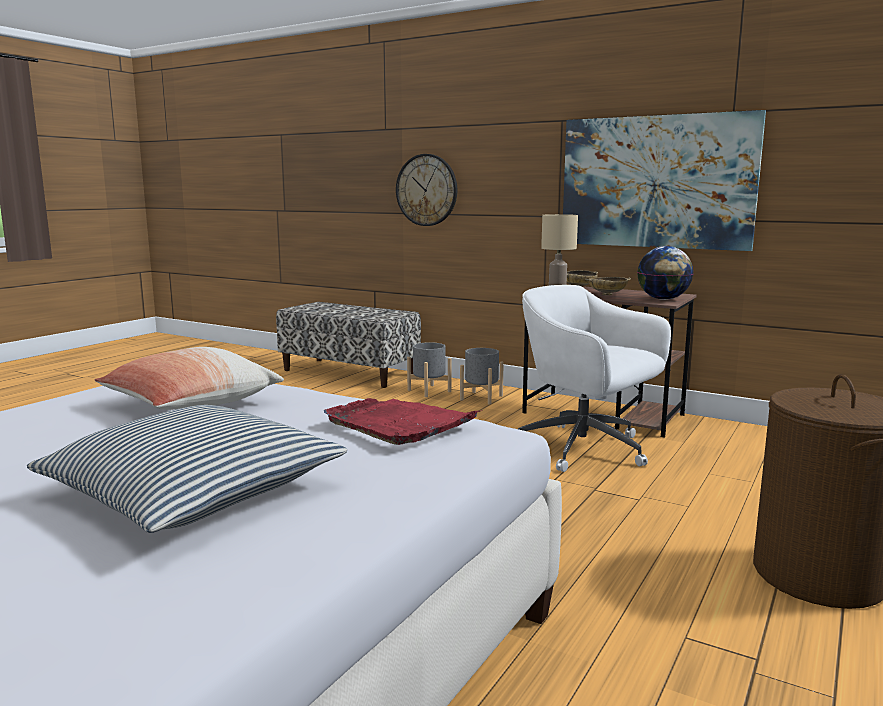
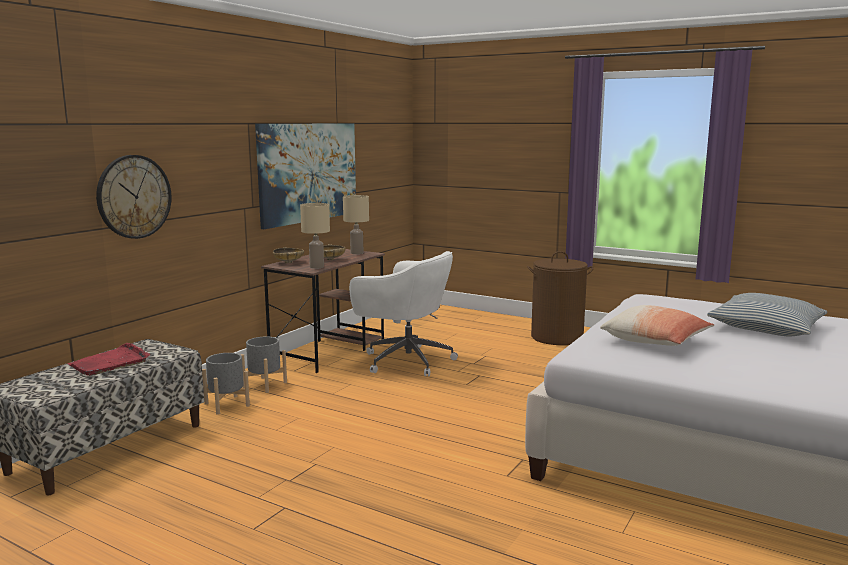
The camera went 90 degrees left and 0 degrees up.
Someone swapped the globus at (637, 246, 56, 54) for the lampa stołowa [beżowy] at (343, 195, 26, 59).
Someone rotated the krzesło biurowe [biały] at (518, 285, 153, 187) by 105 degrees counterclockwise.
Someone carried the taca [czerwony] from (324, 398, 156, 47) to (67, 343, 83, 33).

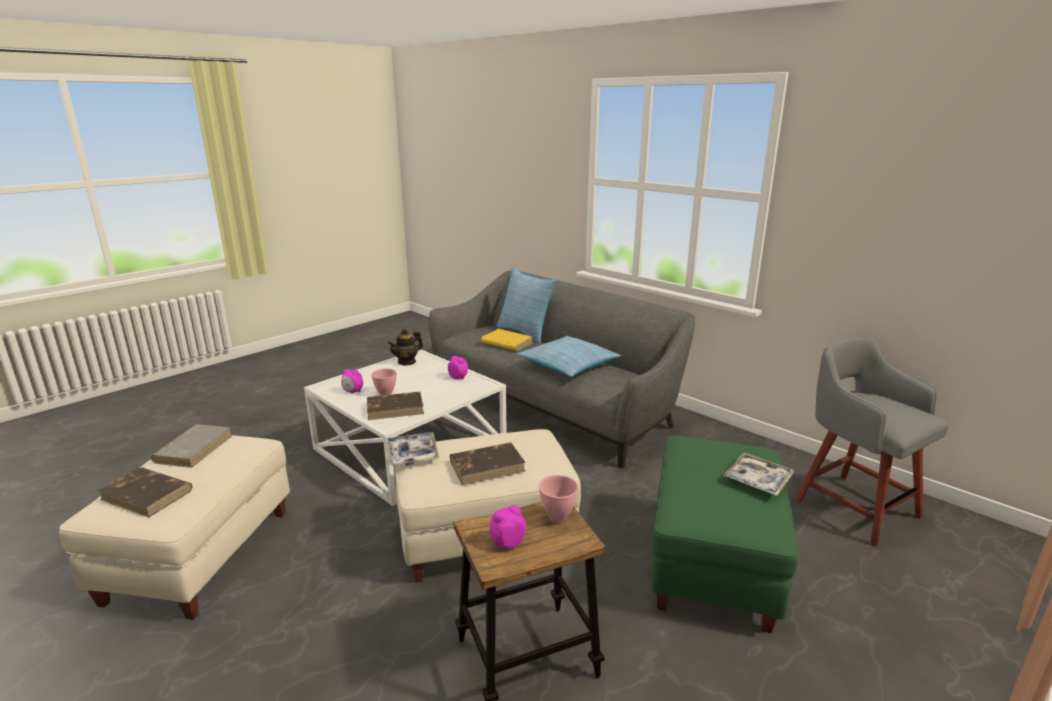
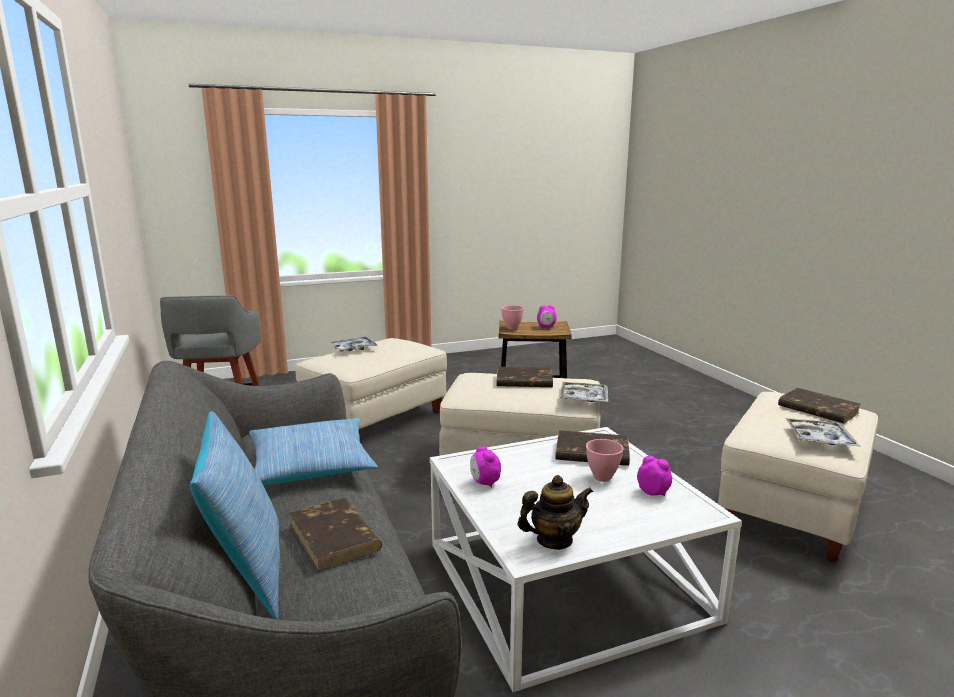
The camera went 155 degrees left and 5 degrees down.
Someone repainted the książka [żółty] at (481, 329, 51, 22), which became the książka [brązowy] at (289, 498, 93, 74).
Someone swapped the książka [szary] at (151, 424, 80, 44) for the taca at (785, 418, 76, 29).
Someone repainted the pufa [zielony] at (651, 435, 147, 198), which became the pufa [beżowy] at (295, 338, 152, 95).

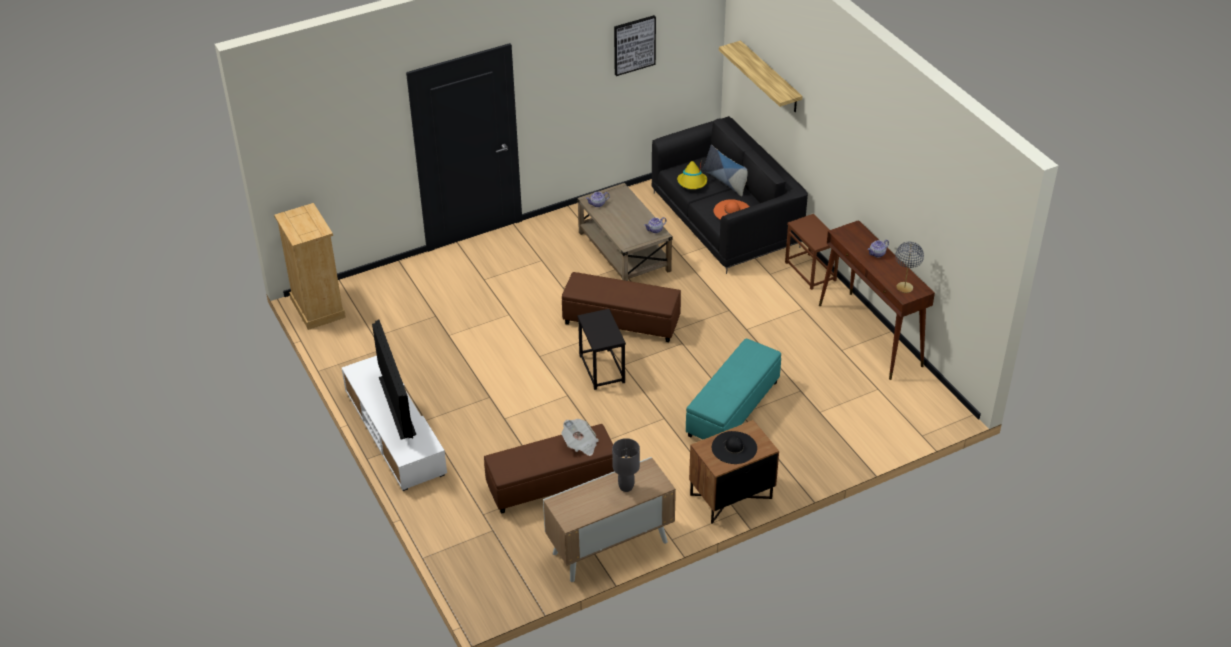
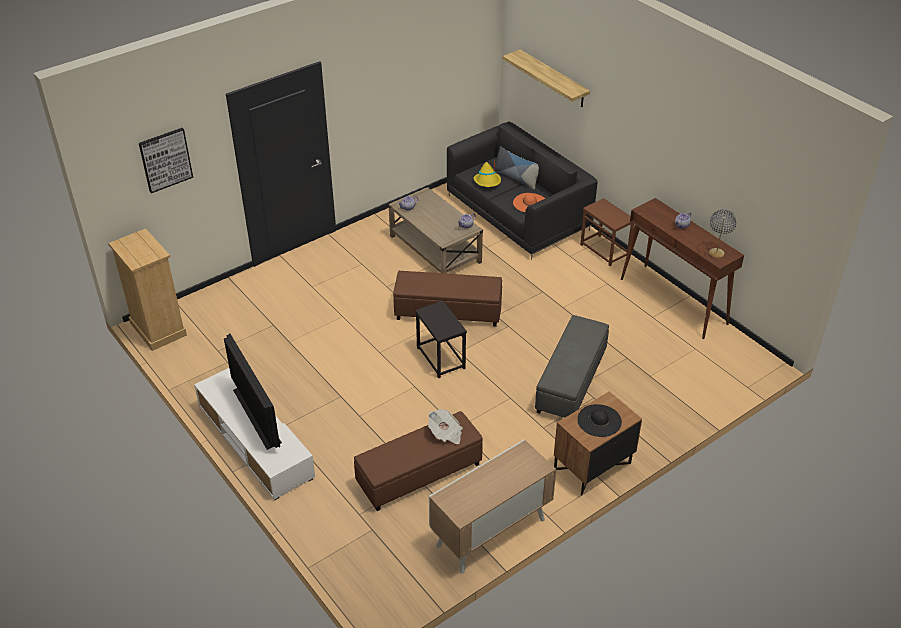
The camera went 10 degrees left and 0 degrees up.
Someone carried the obraz from (614, 15, 42, 61) to (139, 128, 54, 65).
Someone repainted the pufa [turkusowy] at (686, 338, 95, 102), which became the pufa [szary] at (535, 315, 74, 103).
Someone took away the lampa stołowa [szary] at (612, 438, 28, 54).

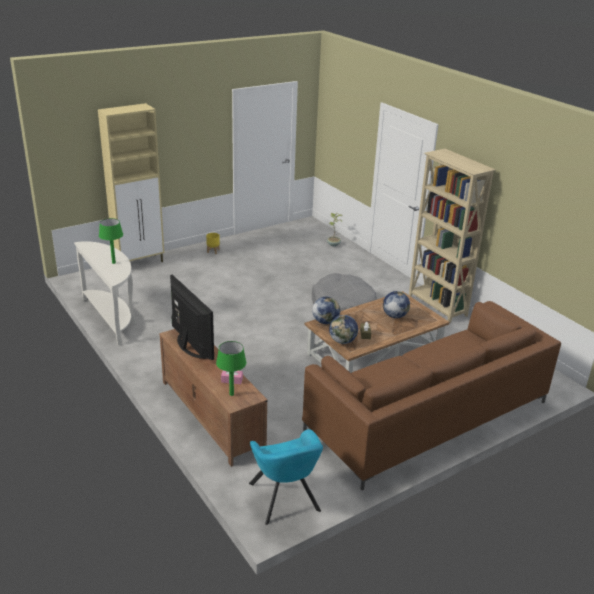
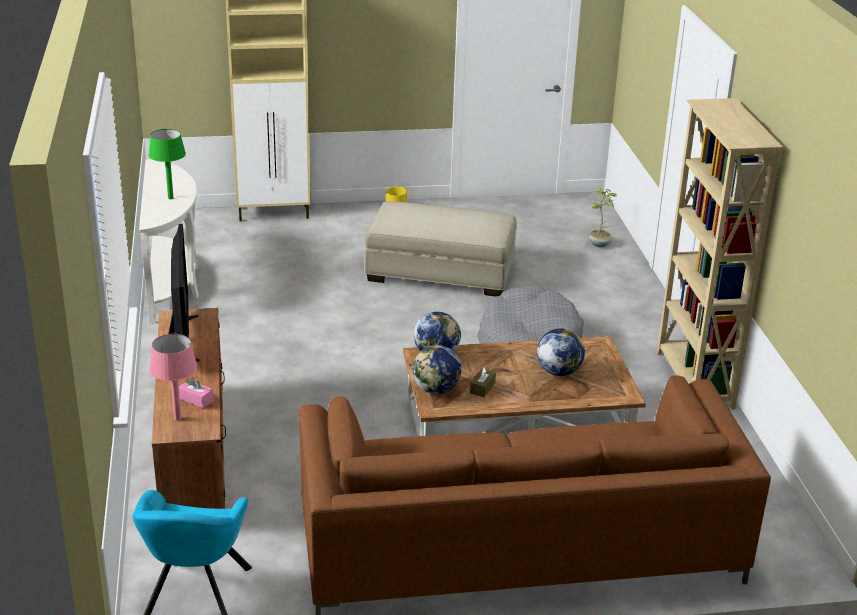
The camera went 25 degrees right and 0 degrees up.
Someone repainted the lampa stołowa [zielony] at (216, 341, 31, 55), which became the lampa stołowa [różowy] at (149, 334, 48, 87).
Someone put down the pufa [beżowy] at (365, 201, 152, 96).

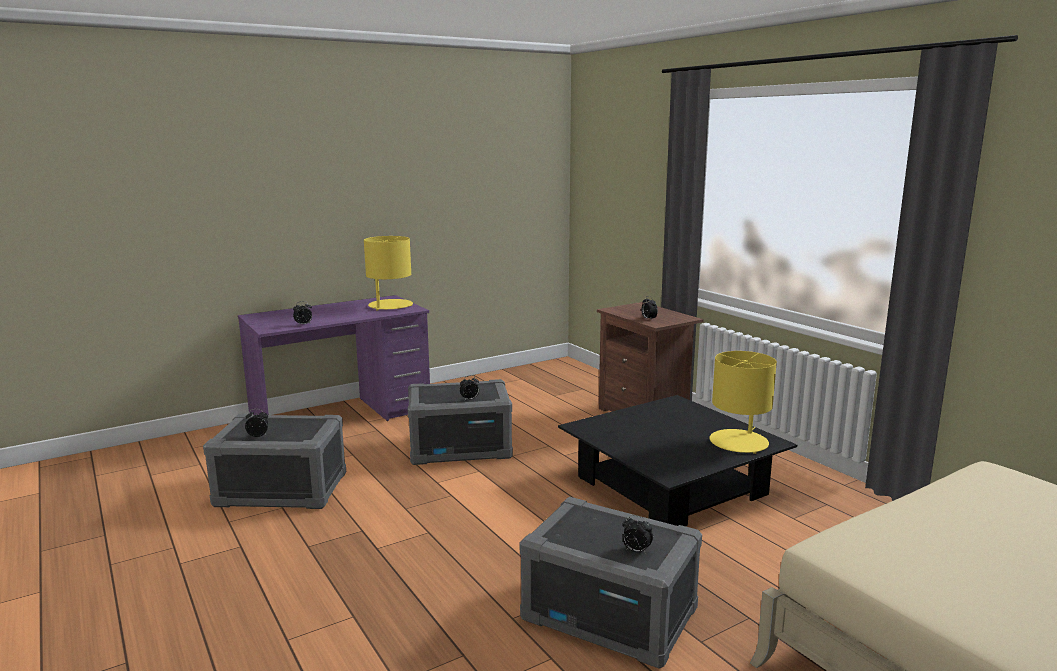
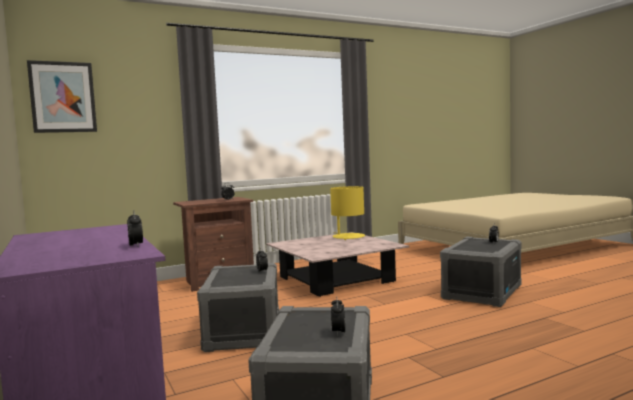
The camera went 85 degrees left and 10 degrees down.
Someone took away the lampa stołowa [żółty] at (364, 236, 49, 74).
Someone repainted the ława [czarny] at (558, 395, 239, 131), which became the ława [różowy] at (266, 232, 143, 65).
Someone put up the obraz at (27, 60, 70, 73).

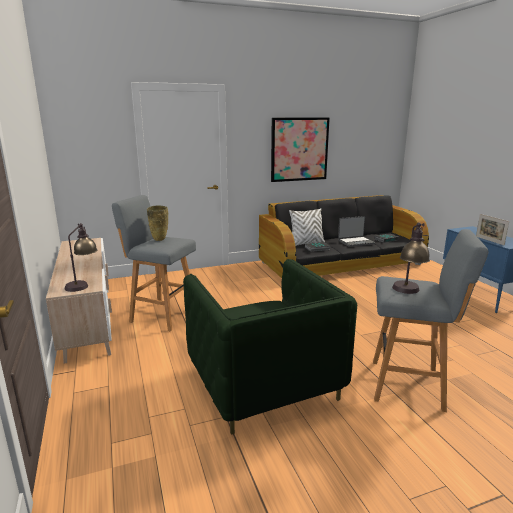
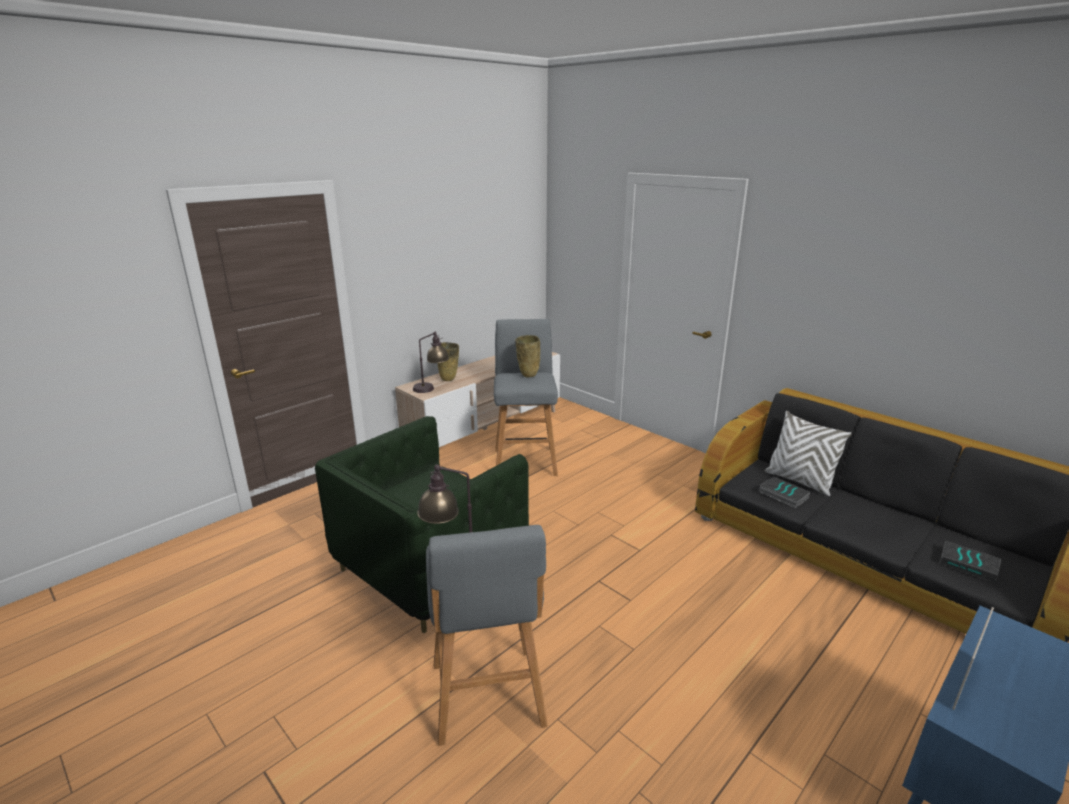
The camera went 65 degrees right and 5 degrees up.
Someone took away the obraz at (271, 118, 59, 64).
Someone took away the laptop at (338, 216, 37, 31).
Someone put down the wazon [beżowy] at (437, 342, 22, 39).

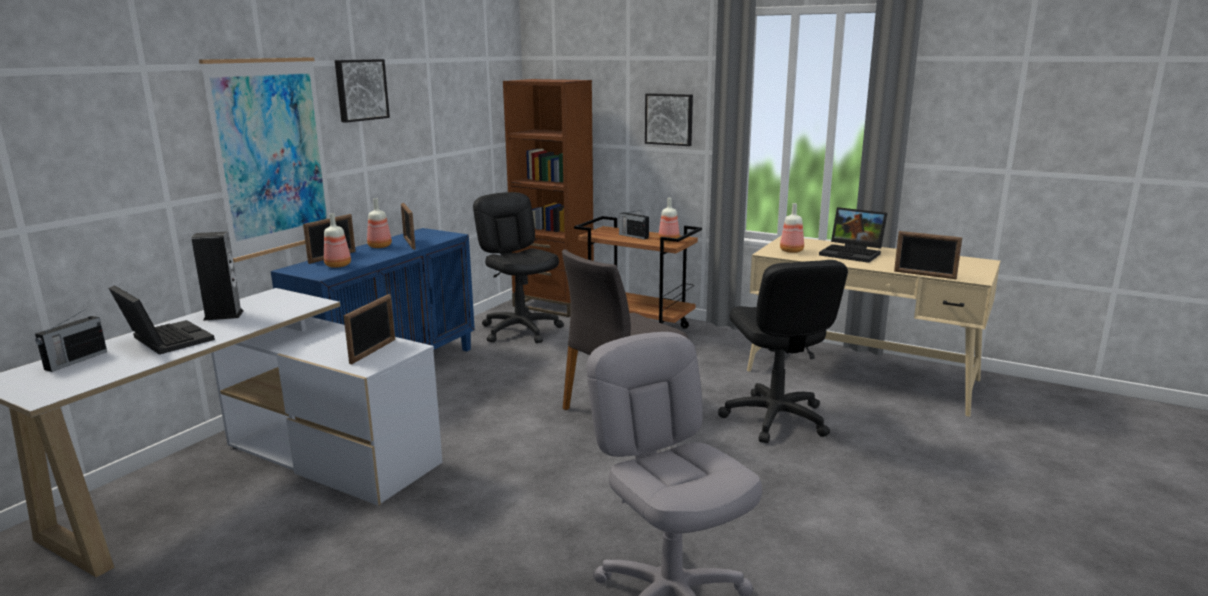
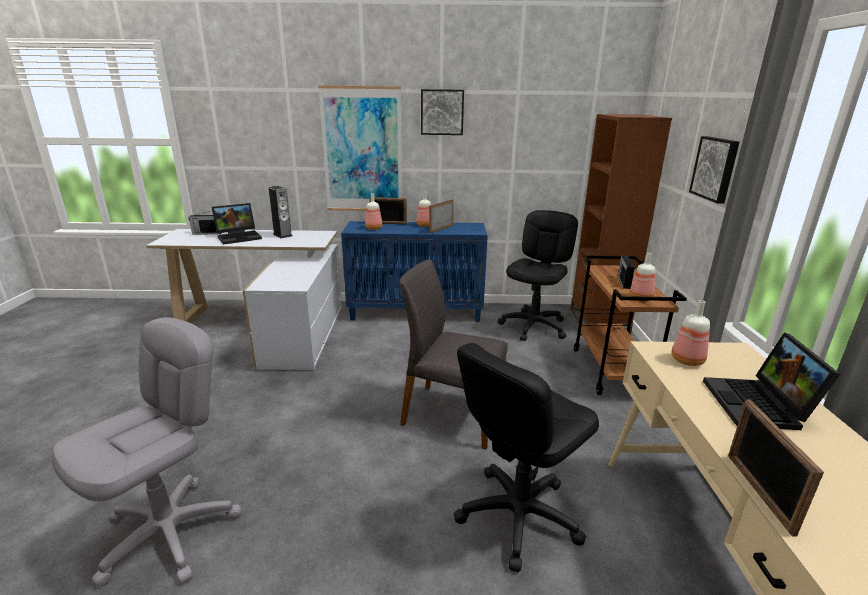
The camera went 60 degrees right and 5 degrees up.
Someone rotated the laptop at (109, 285, 106, 70) by 45 degrees clockwise.
Someone took away the ramka na zdjęcie at (344, 294, 51, 70).

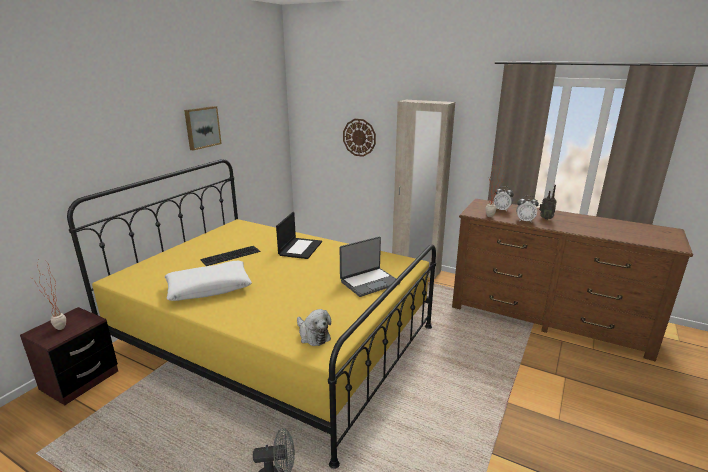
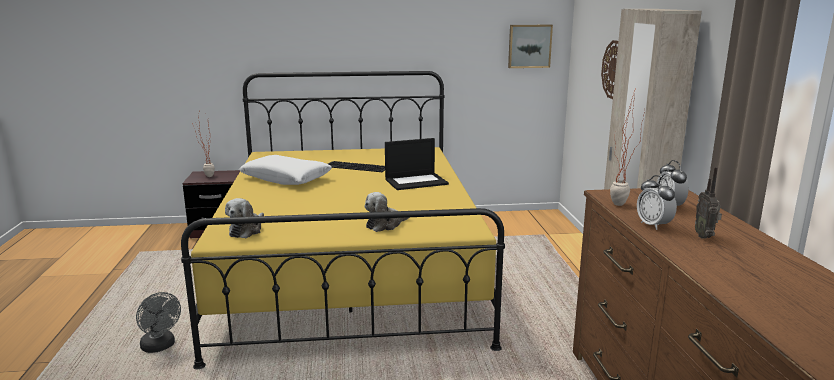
The camera went 55 degrees right and 5 degrees down.
Someone carried the obraz from (184, 106, 38, 45) to (508, 25, 45, 43).
Someone swapped the laptop at (340, 236, 60, 61) for the pluszak at (364, 192, 45, 40).

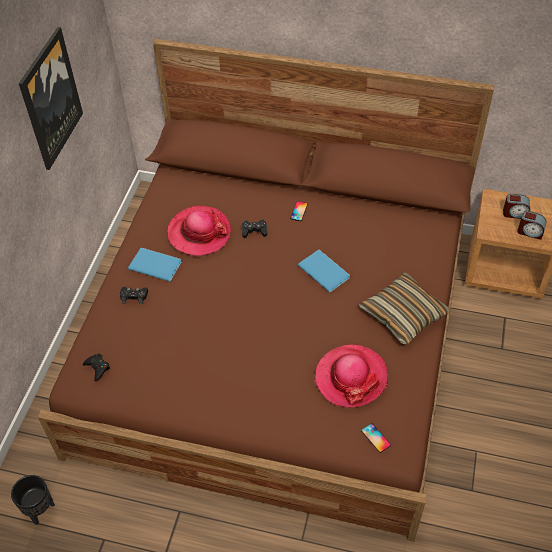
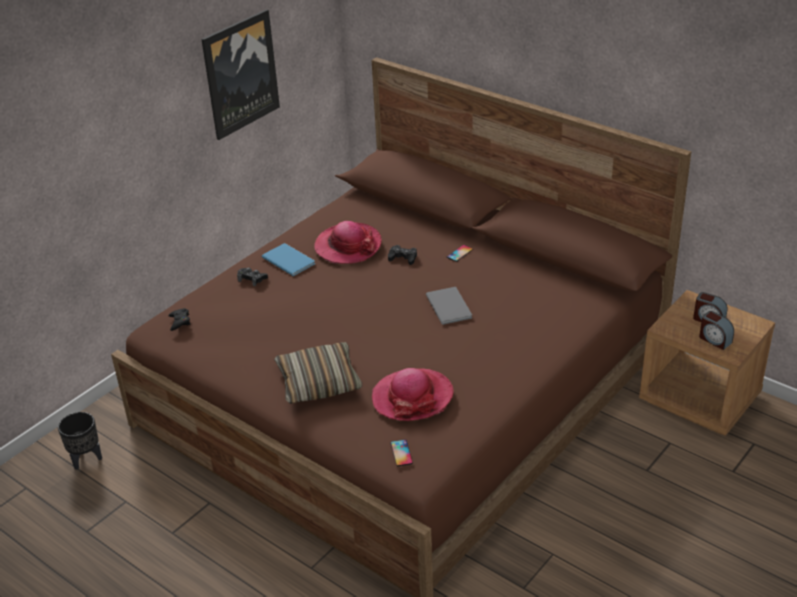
The camera went 25 degrees right and 15 degrees down.
Someone repainted the książka [niebieski] at (298, 250, 52, 42), which became the książka [szary] at (426, 287, 46, 38).
Someone carried the poduszka from (359, 272, 91, 73) to (274, 342, 88, 62).

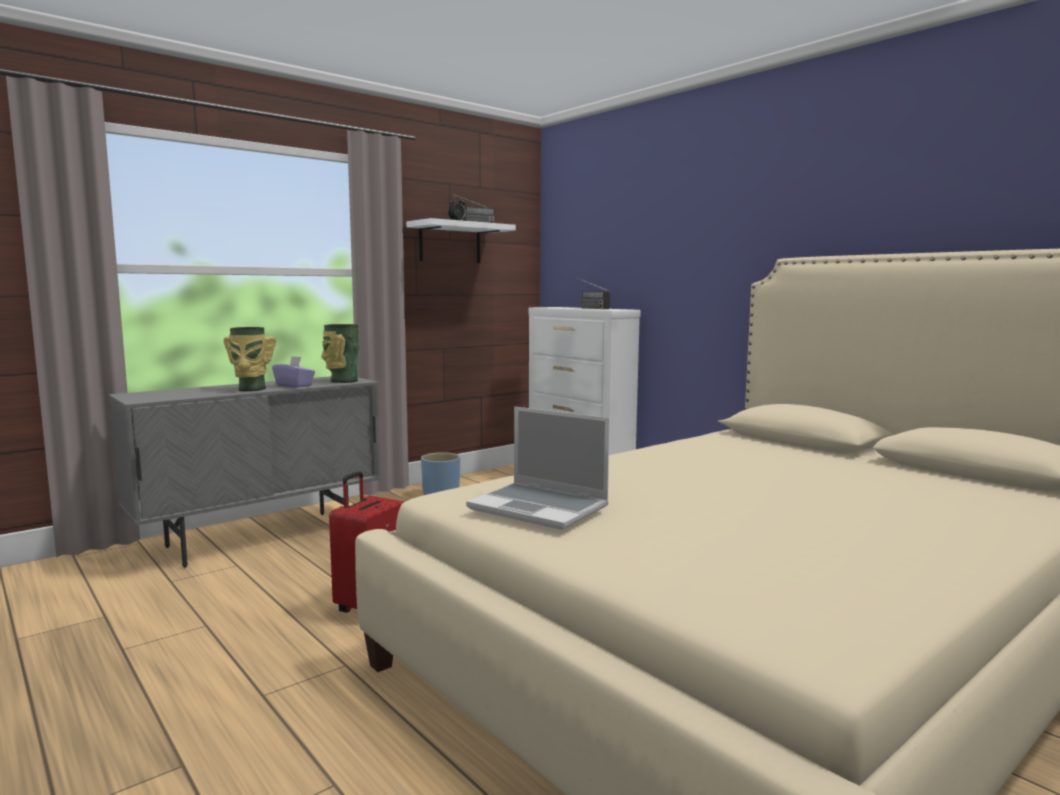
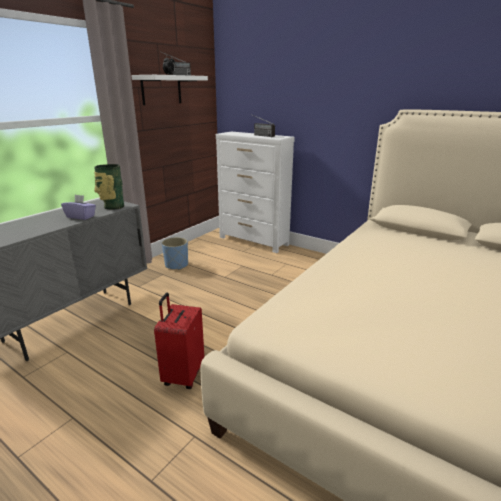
The camera went 15 degrees left and 15 degrees up.
Someone took away the wazon at (224, 327, 53, 65).
Someone took away the laptop at (466, 407, 144, 123).

